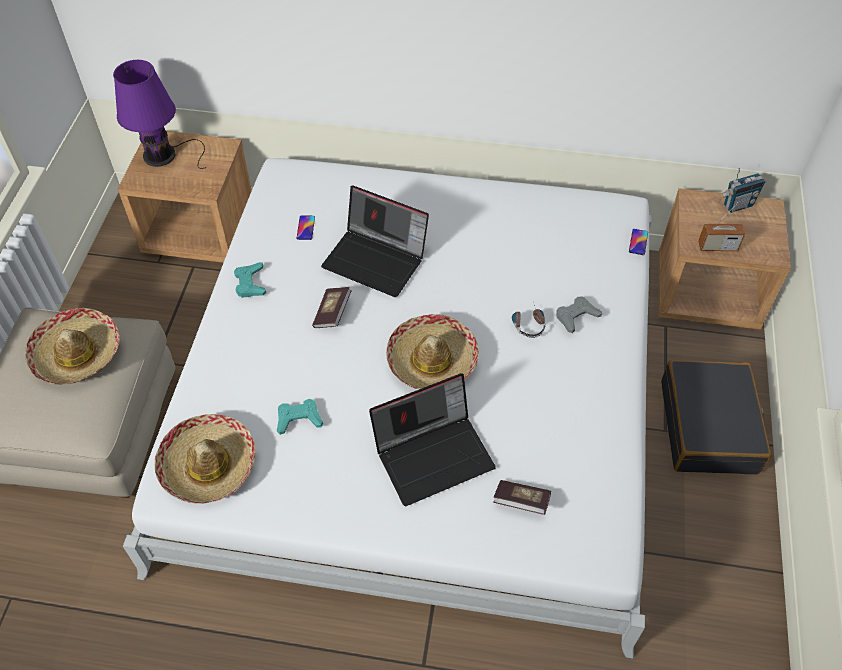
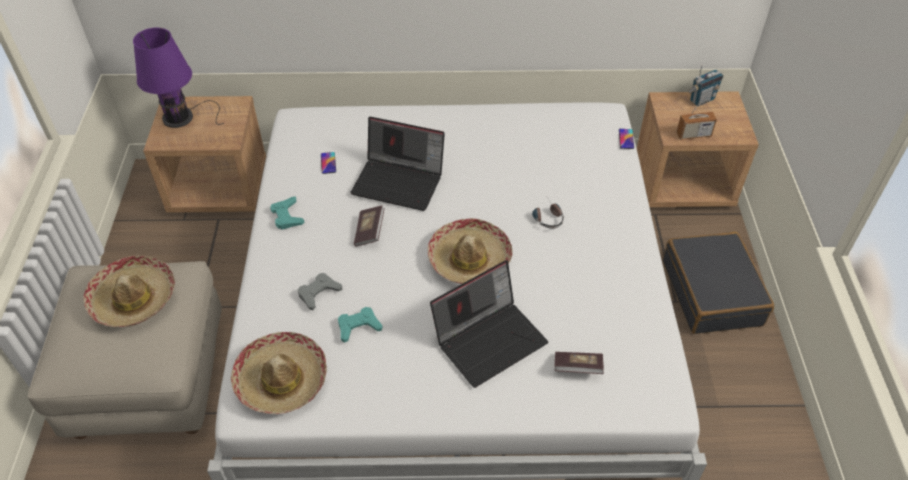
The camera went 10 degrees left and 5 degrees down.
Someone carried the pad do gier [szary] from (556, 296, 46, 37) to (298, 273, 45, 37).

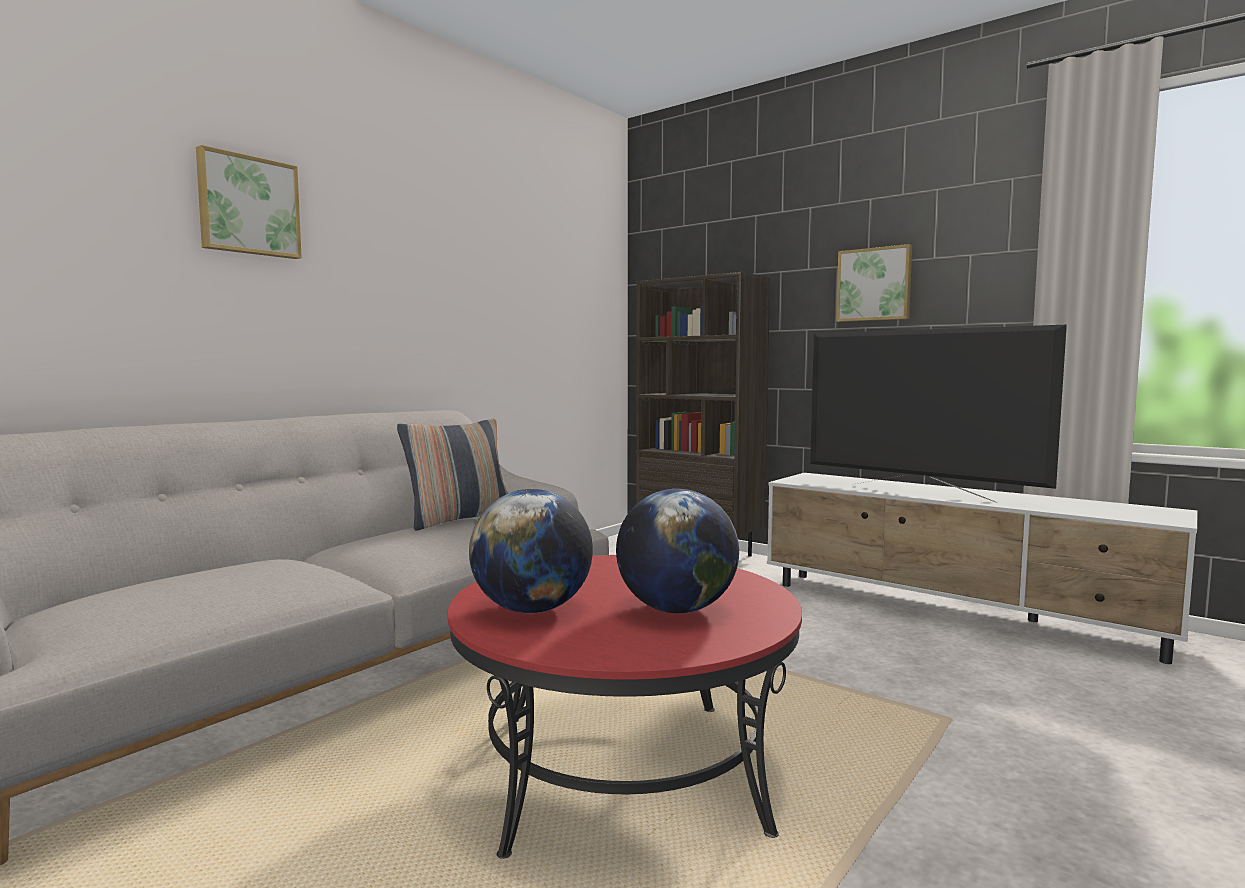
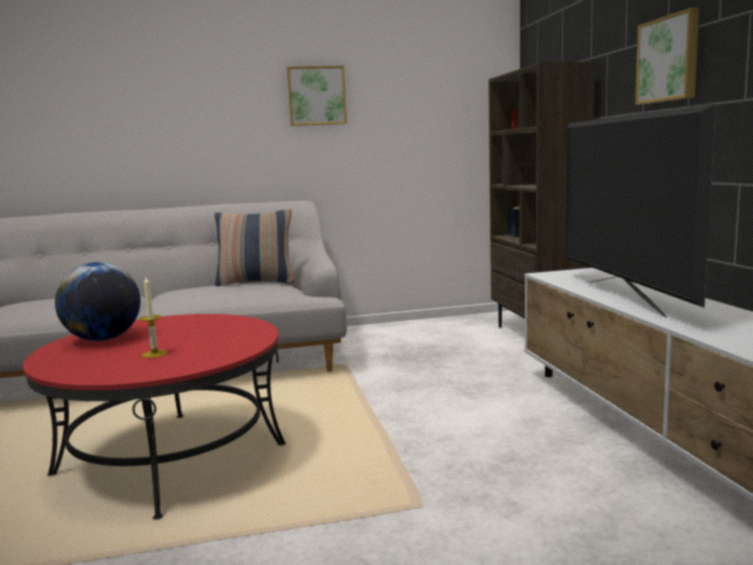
The camera went 40 degrees right and 5 degrees up.
Someone carried the obraz from (196, 145, 106, 114) to (287, 66, 60, 60).
Someone swapped the globus at (616, 489, 123, 124) for the świeca at (140, 277, 28, 81).

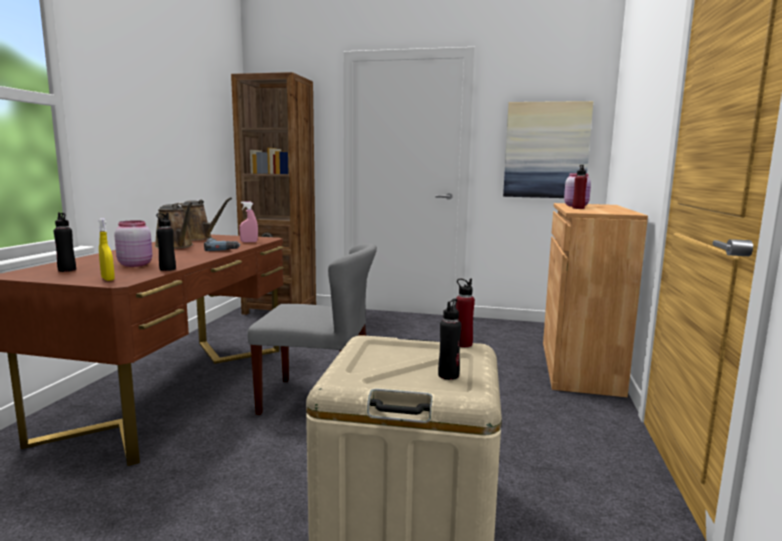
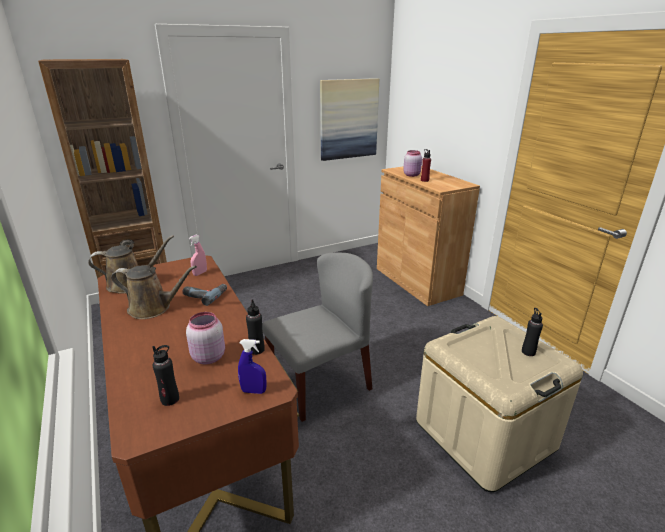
The camera went 40 degrees left and 15 degrees up.
Someone repainted the spryskiwacz [żółty] at (99, 218, 16, 63), which became the spryskiwacz [niebieski] at (238, 339, 29, 55).
Someone took away the butelka [czerwony] at (456, 279, 19, 68).

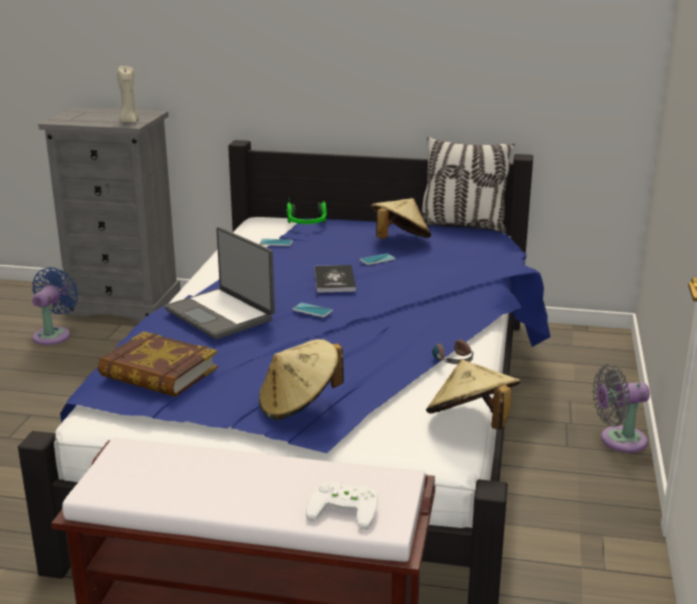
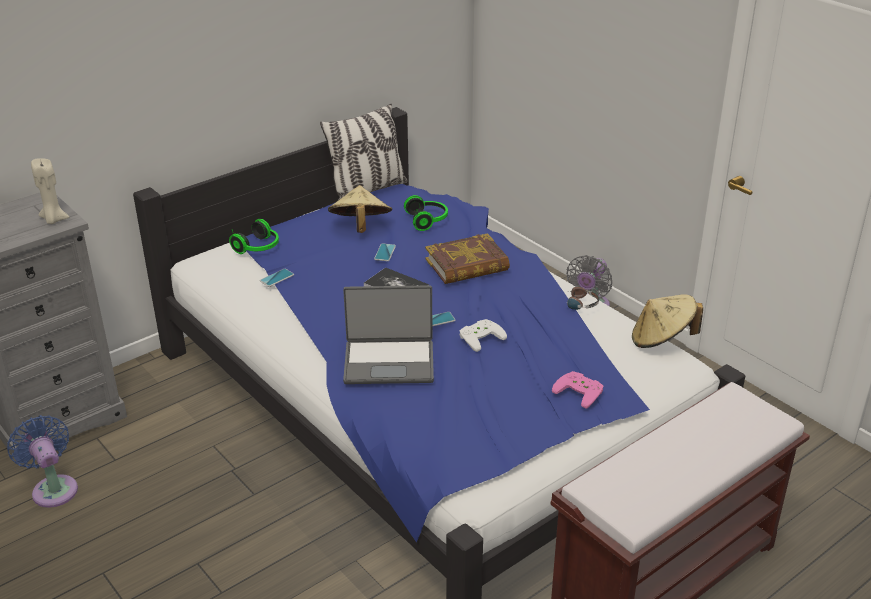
The camera went 50 degrees left and 10 degrees up.
Someone carried the książka from (98, 332, 120, 65) to (425, 233, 85, 51).
Someone swapped the kapelusz [beżowy] at (259, 339, 85, 81) for the pad do gier [różowy] at (552, 371, 51, 38).
Someone carried the pad do gier [biały] from (306, 482, 72, 48) to (459, 319, 48, 33).
Someone put down the słuchawki at (404, 195, 44, 36).

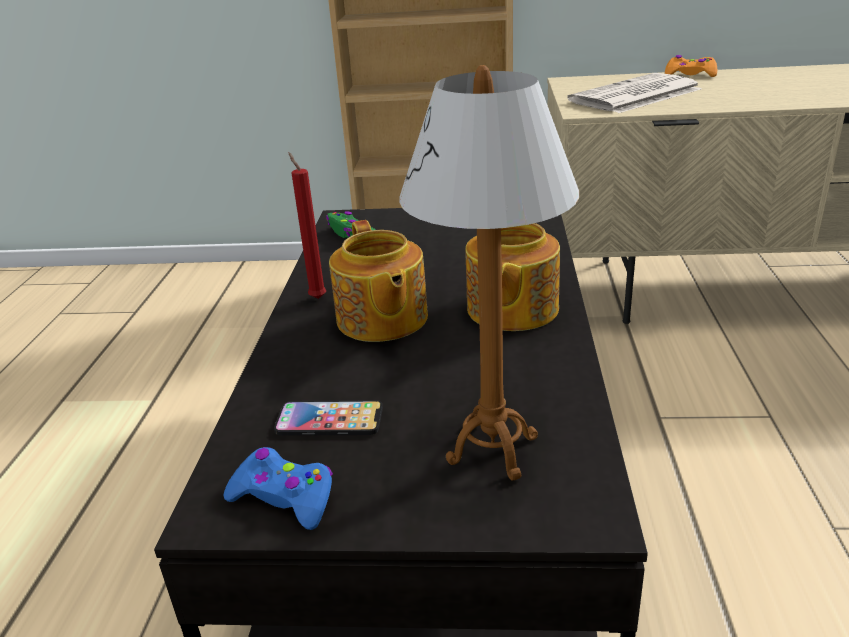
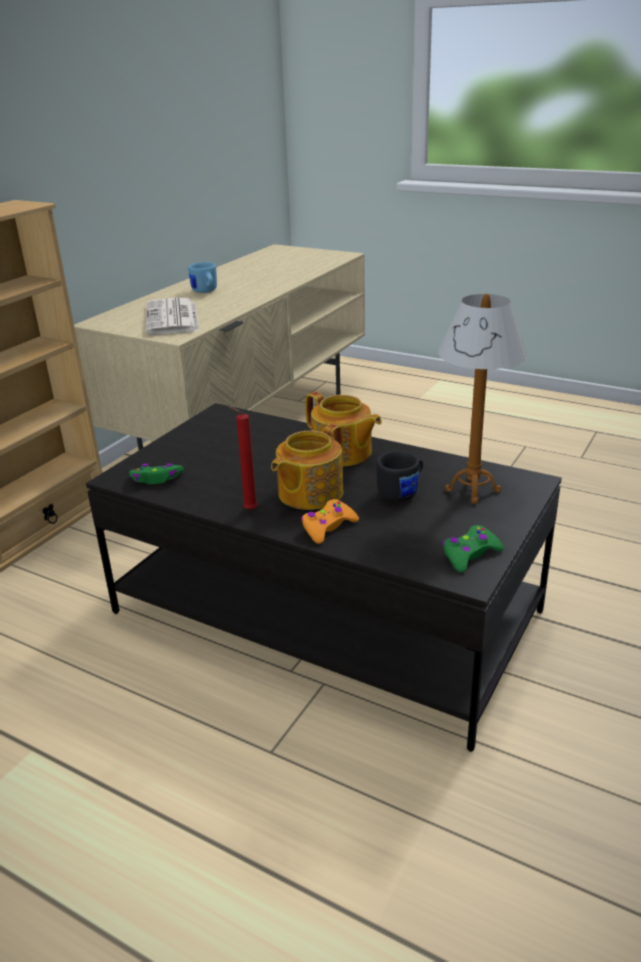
The camera went 65 degrees left and 0 degrees up.
Someone carried the pad do gier [pomarańczowy] from (665, 55, 52, 22) to (301, 499, 58, 45).
Someone rotated the imbryk at (329, 220, 99, 122) by 120 degrees clockwise.
Someone took away the telefon at (274, 400, 109, 36).
Someone repainted the pad do gier [niebieski] at (223, 447, 110, 83), which became the pad do gier [zielony] at (442, 525, 62, 48).
Someone put down the kubek [niebieski] at (188, 262, 29, 31).
Someone put down the kubek [czarny] at (376, 451, 47, 50).

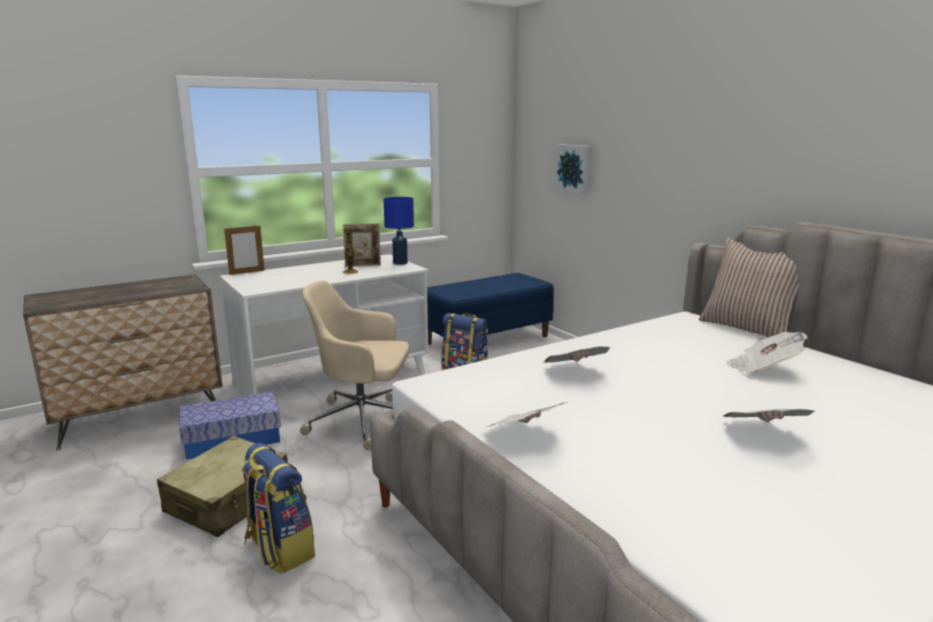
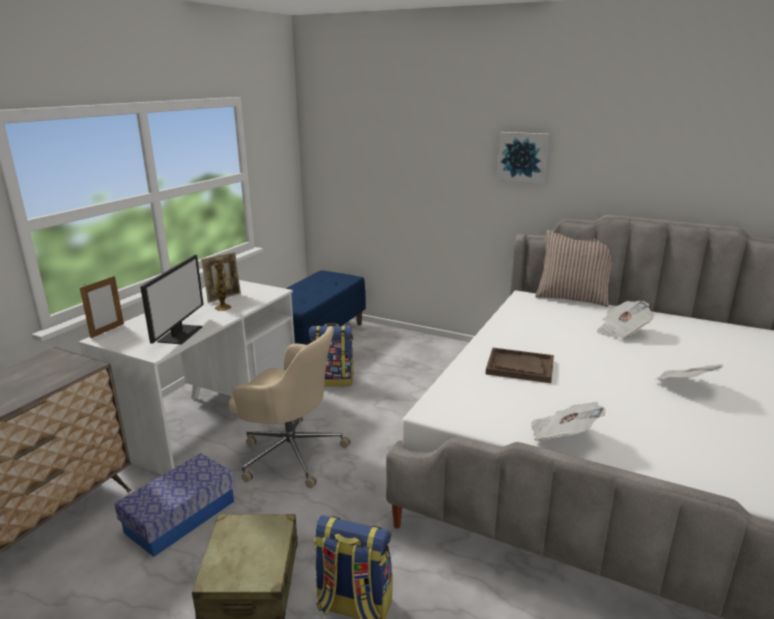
The camera went 30 degrees left and 5 degrees up.
Someone carried the obraz from (555, 144, 37, 50) to (497, 132, 52, 51).
Someone took away the lampa stołowa [niebieski] at (384, 197, 30, 68).
Someone rotated the krzesło biurowe [beżowy] at (300, 280, 109, 170) by 135 degrees counterclockwise.
Someone swapped the gazeta at (543, 346, 68, 17) for the taca [brązowy] at (486, 348, 68, 35).
Someone put down the monitor at (140, 255, 64, 90).

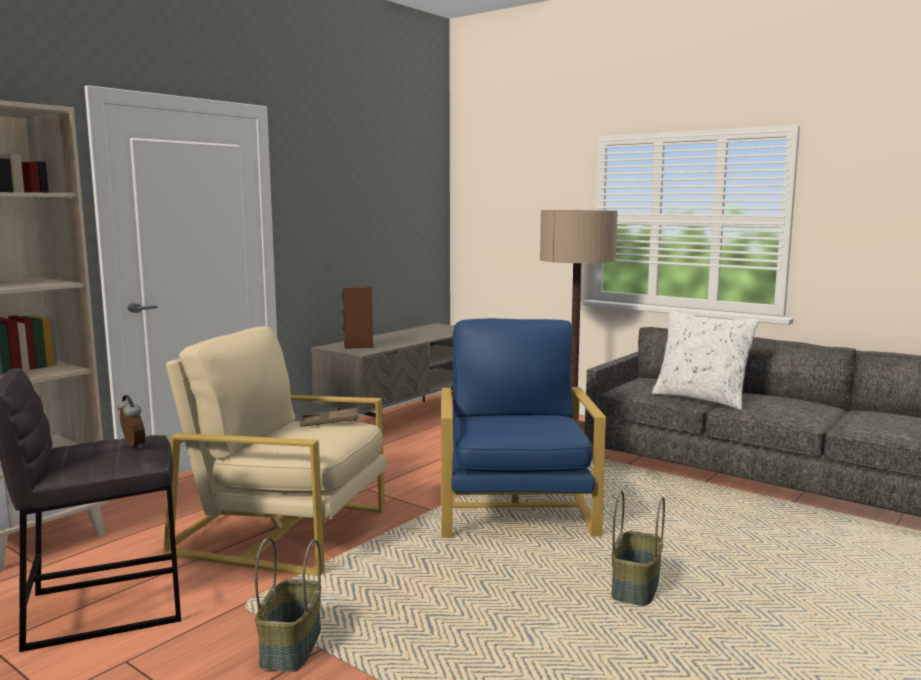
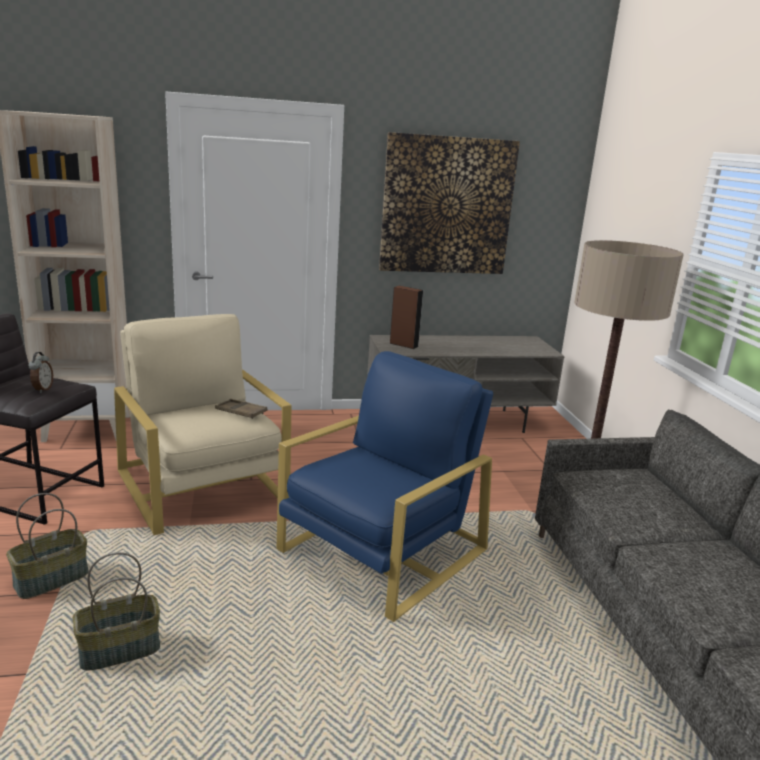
The camera went 40 degrees right and 10 degrees up.
Someone took away the poduszka [biały] at (652, 310, 108, 100).
Someone carried the koszyk from (611, 491, 54, 115) to (72, 552, 88, 119).
Someone put up the obraz at (379, 132, 141, 142).

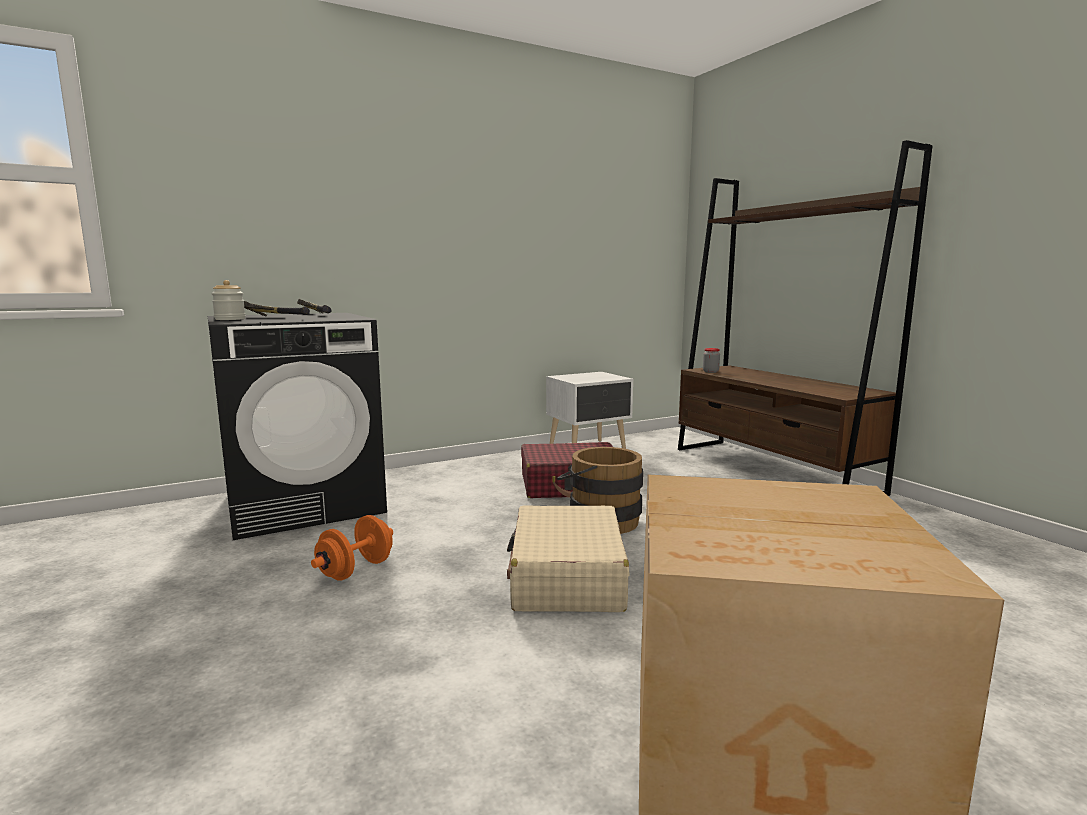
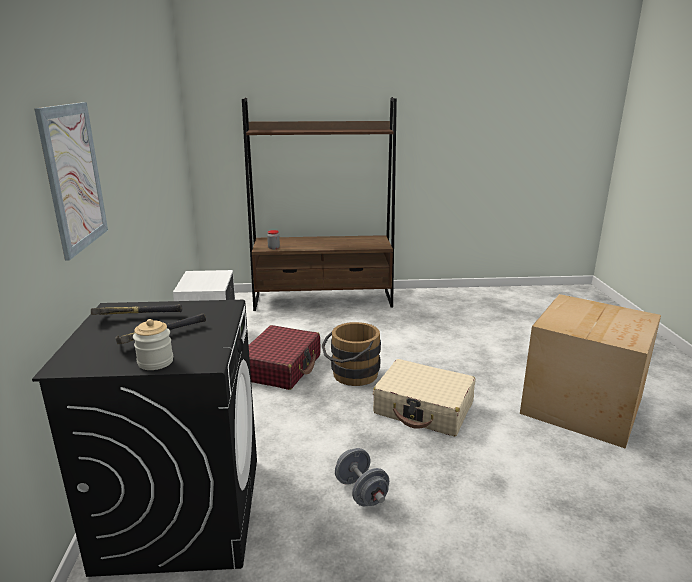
The camera went 65 degrees left and 10 degrees up.
Someone repainted the hantel [pomarańczowy] at (311, 515, 82, 66), which became the hantel [szary] at (335, 448, 54, 58).
Someone put up the obraz at (34, 102, 74, 158).

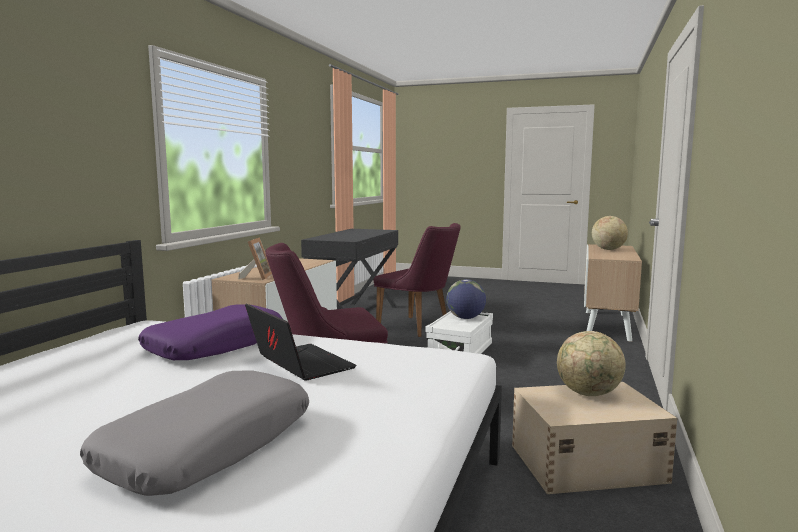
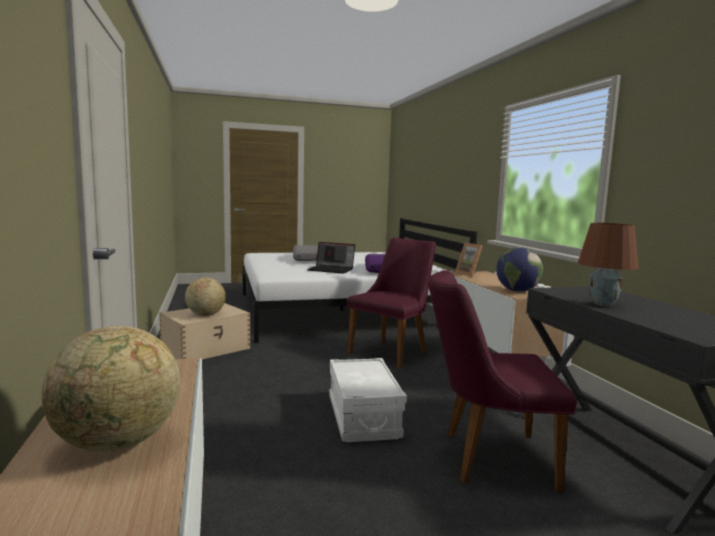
The camera went 145 degrees right and 0 degrees up.
Someone carried the globus from (446, 279, 40, 40) to (496, 247, 47, 45).
Someone put down the lampa stołowa [brązowy] at (578, 223, 61, 84).

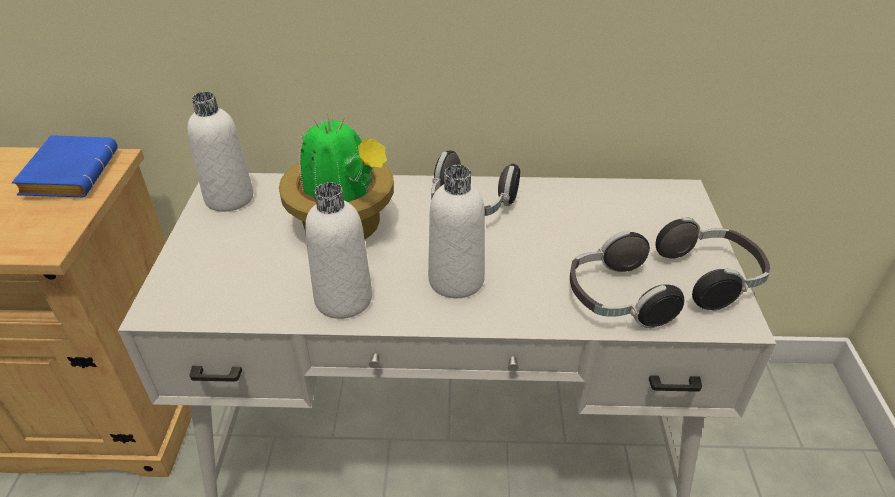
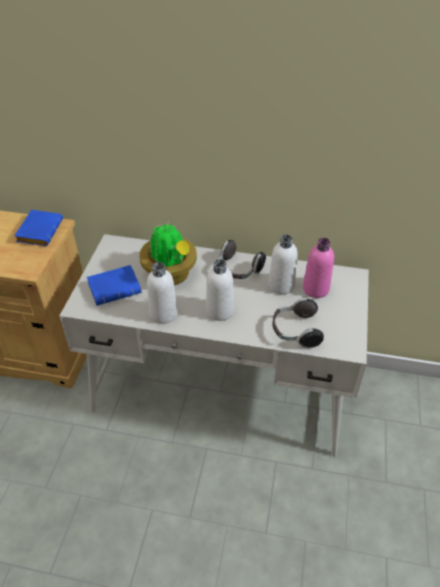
The camera went 10 degrees right and 5 degrees up.
Someone carried the butelka [biały] from (187, 92, 66, 120) to (268, 234, 30, 61).
Someone took away the słuchawki at (655, 217, 116, 94).
Someone put down the butelka [różowy] at (303, 238, 31, 60).
Someone put down the książka [niebieski] at (87, 265, 54, 41).

